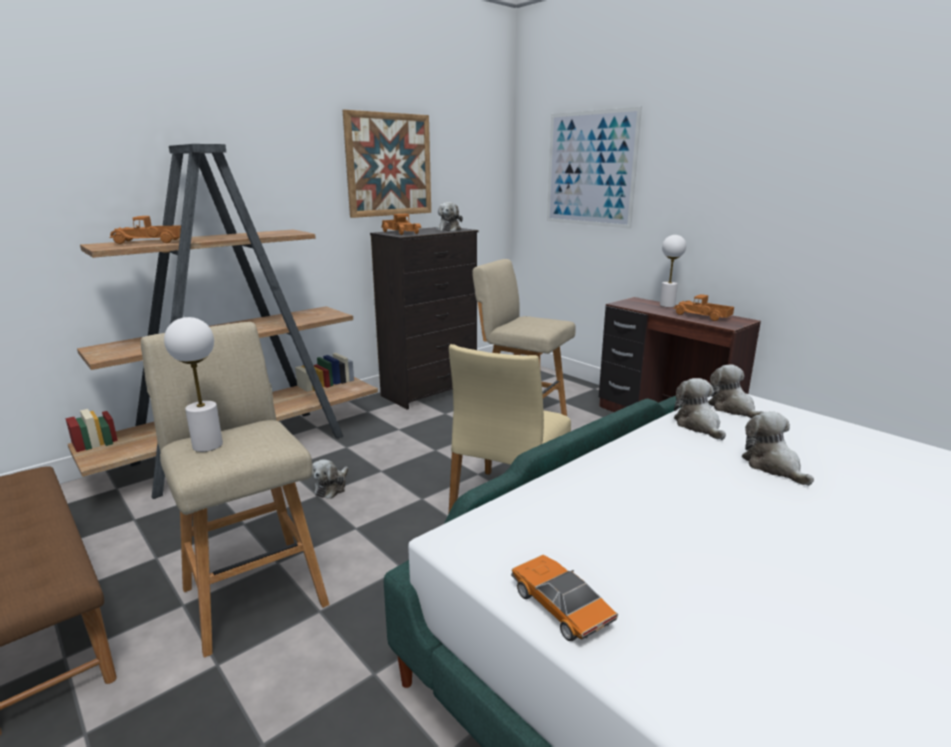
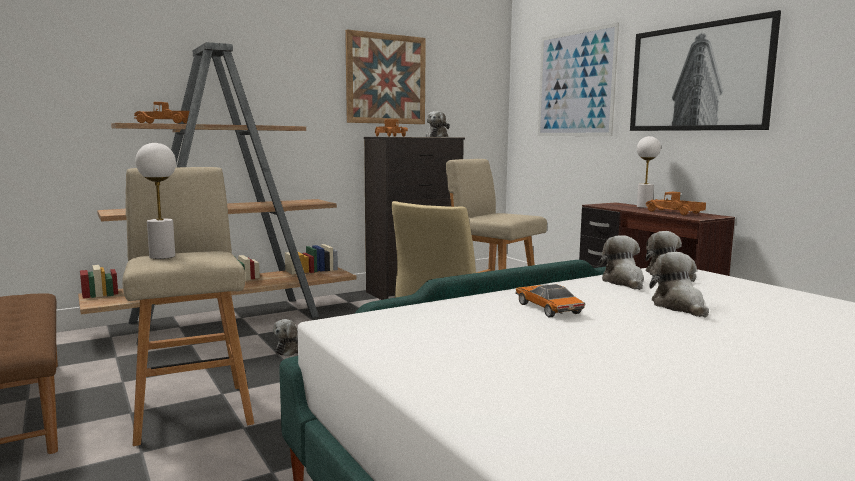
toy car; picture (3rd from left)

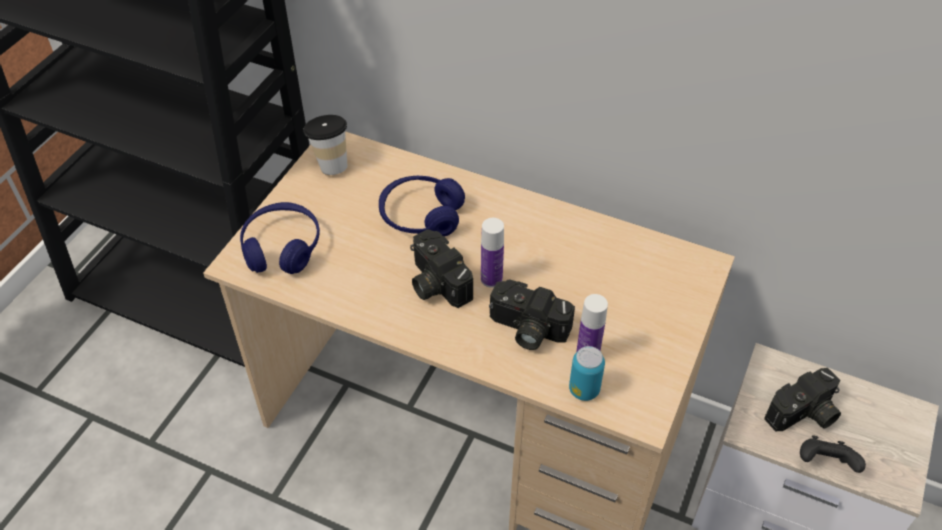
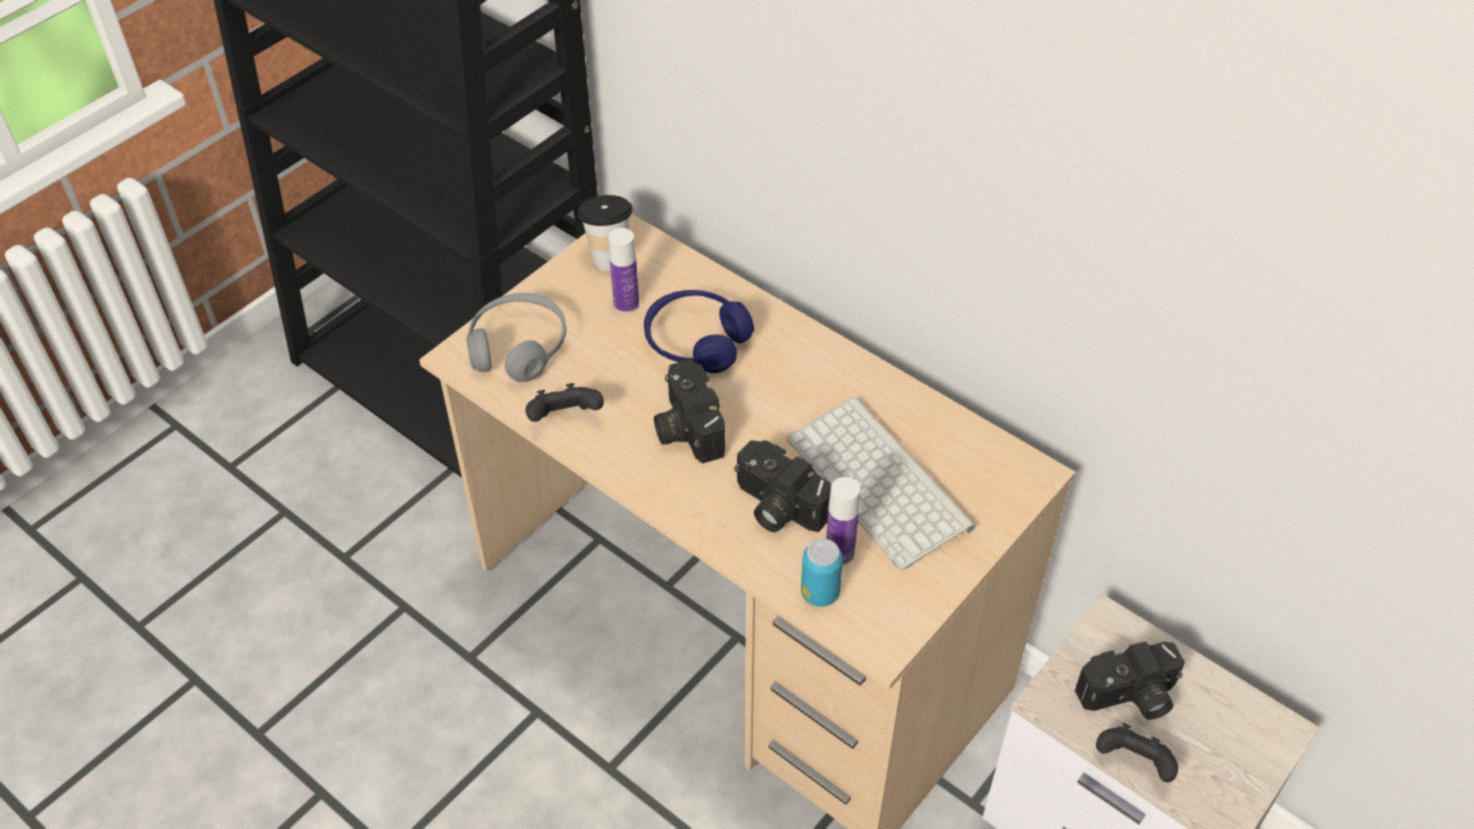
headphones (grey); bottle (1st from left); game controller (black) (1st from left); keyboard

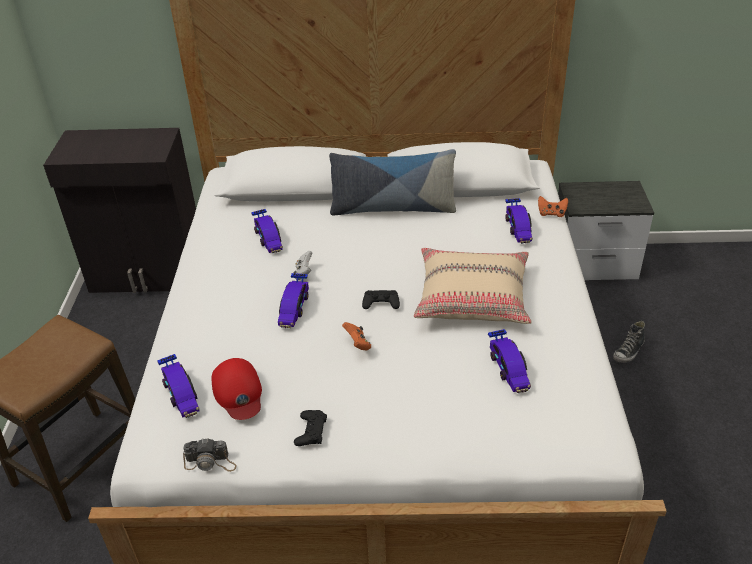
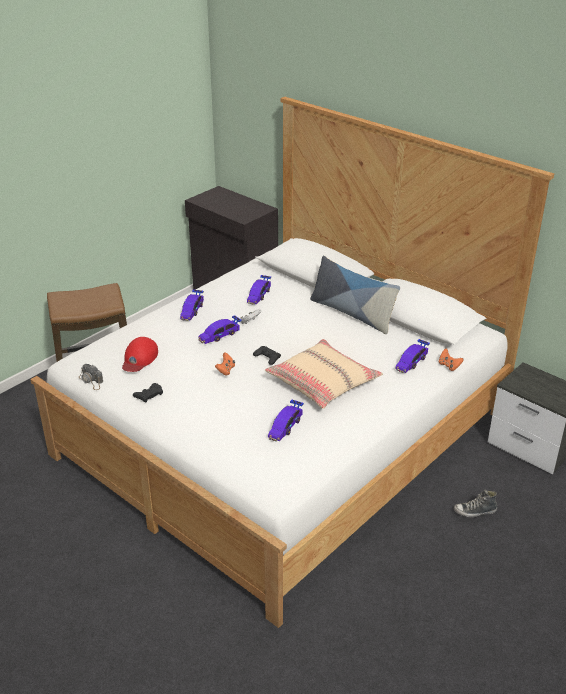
toy car (1st from left)

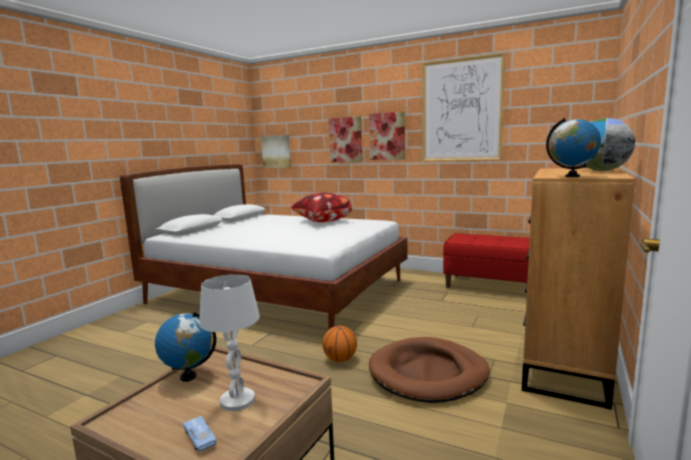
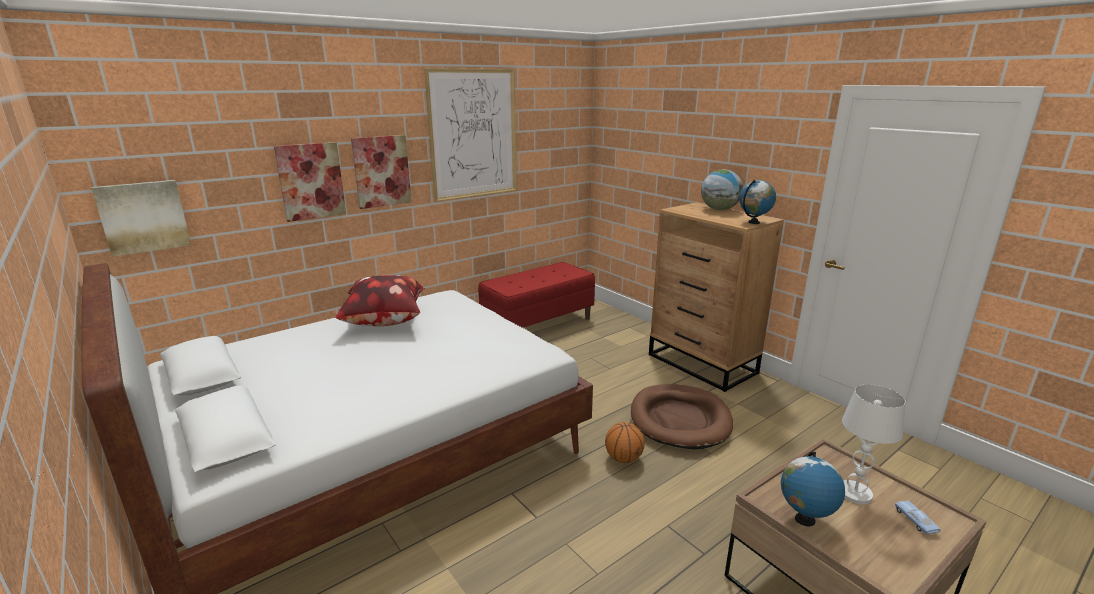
toy car (blue)

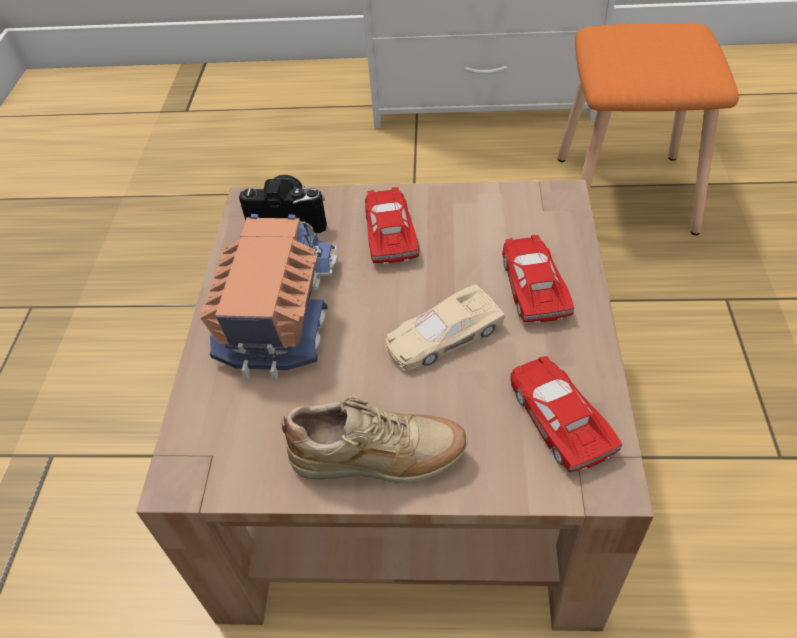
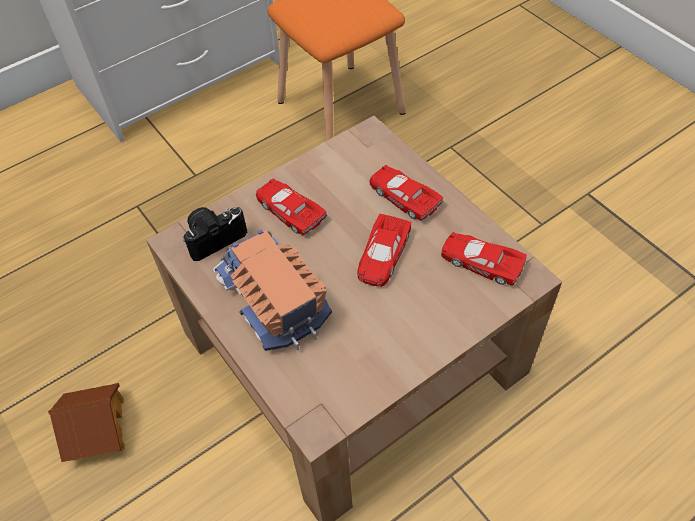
shoe (beige); toy car (red) (2nd from left); toy house

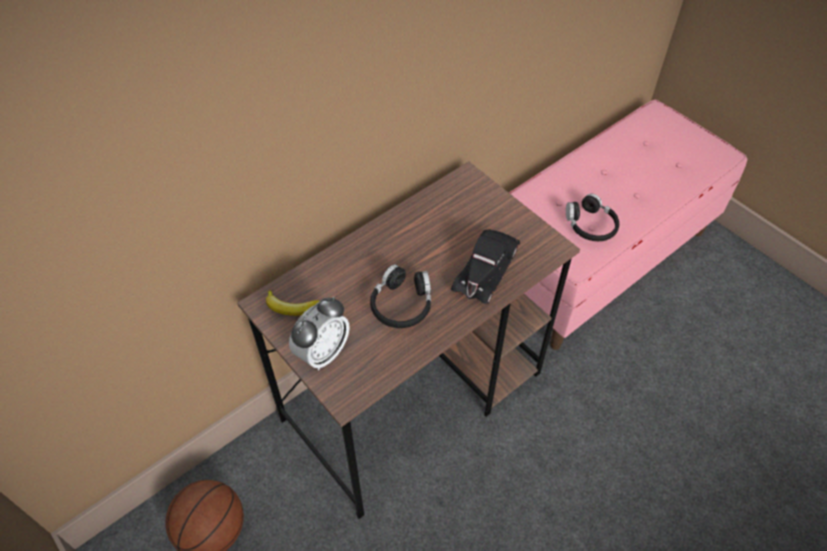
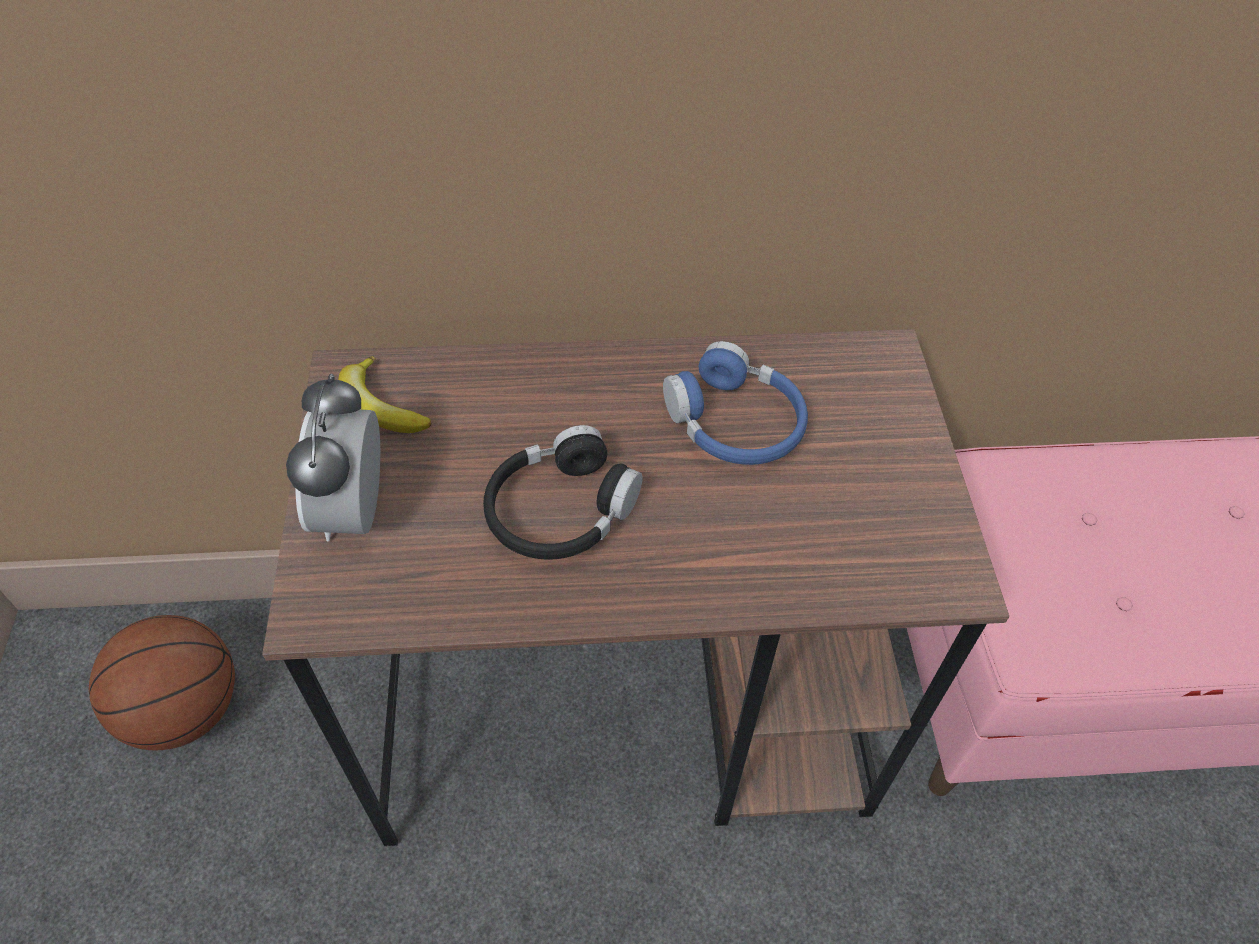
alarm clock; toy car (black); headphones (black) (2nd from left in the first image); headphones (blue)

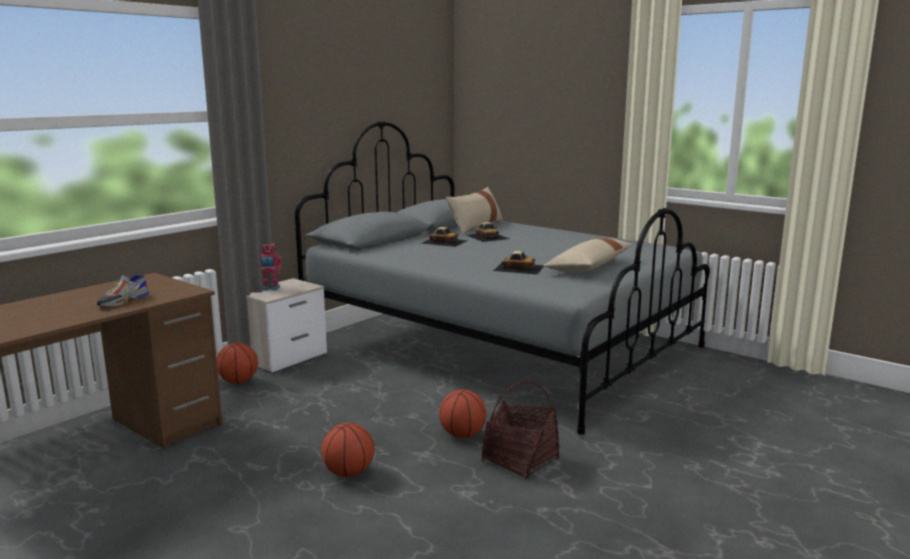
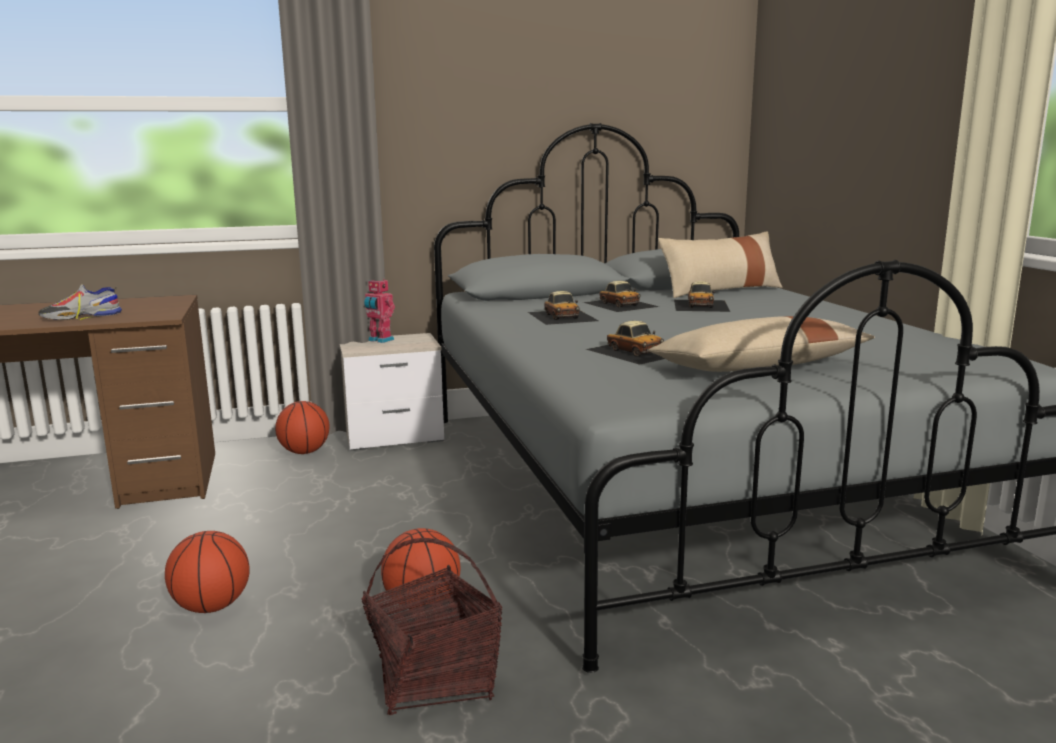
toy car (1st from left)

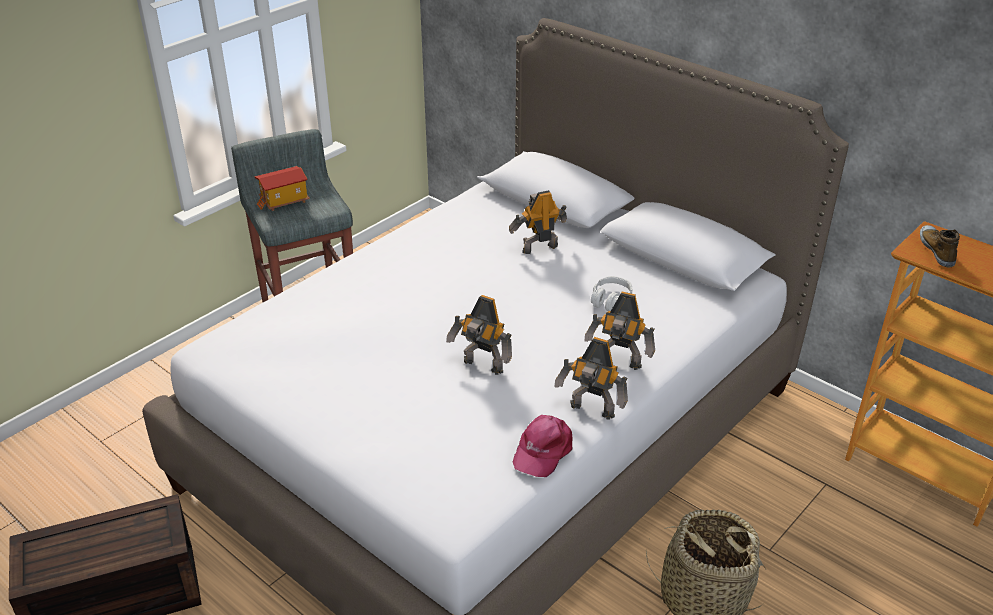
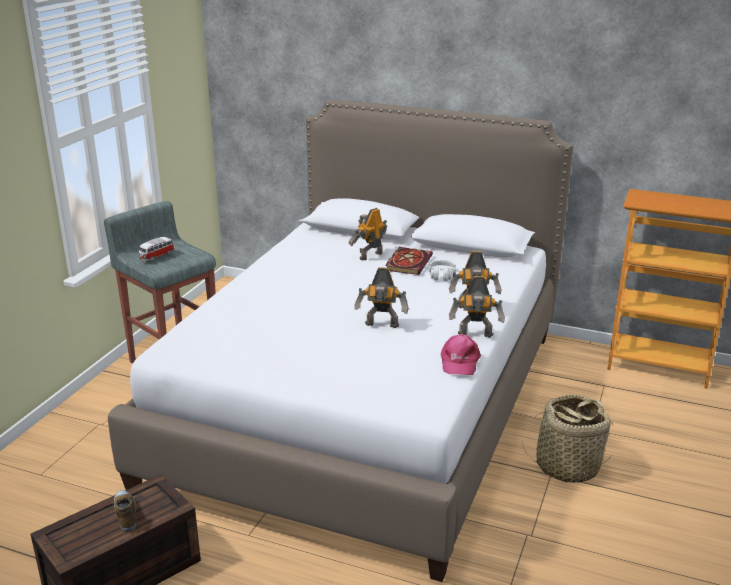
toy car; shoe; book

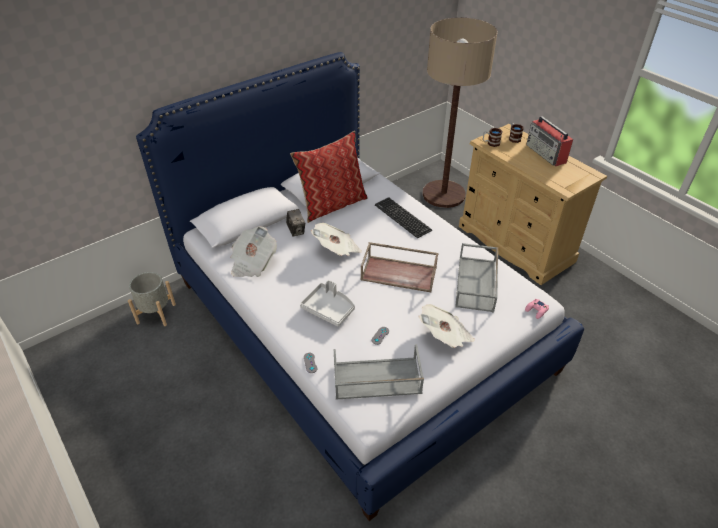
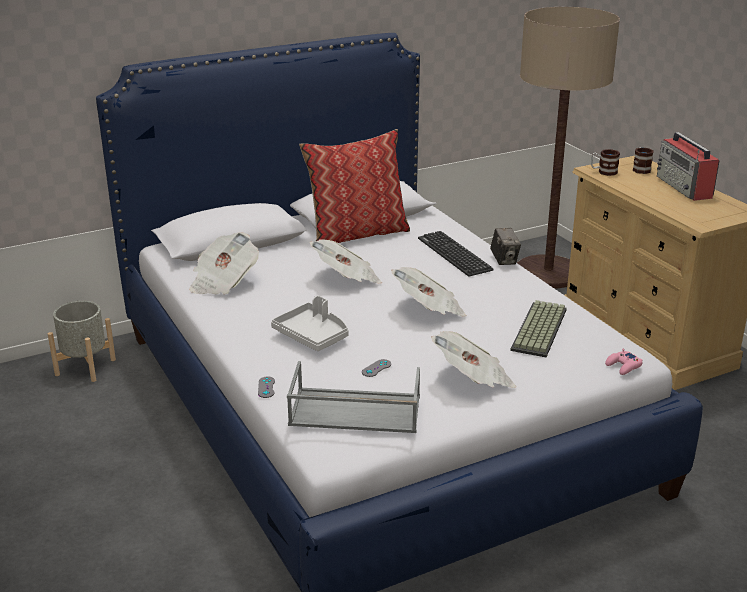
photo camera; newspaper (3rd from left); keyboard (2nd from left)

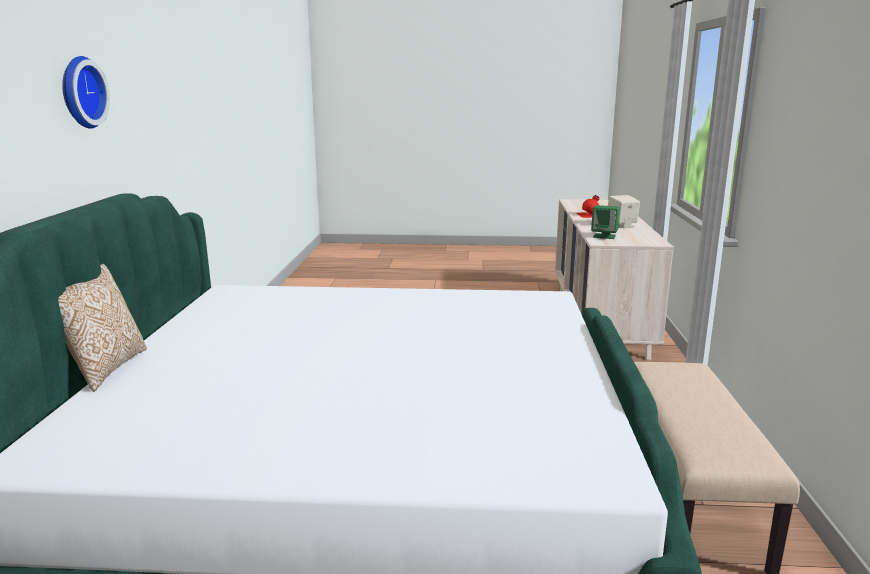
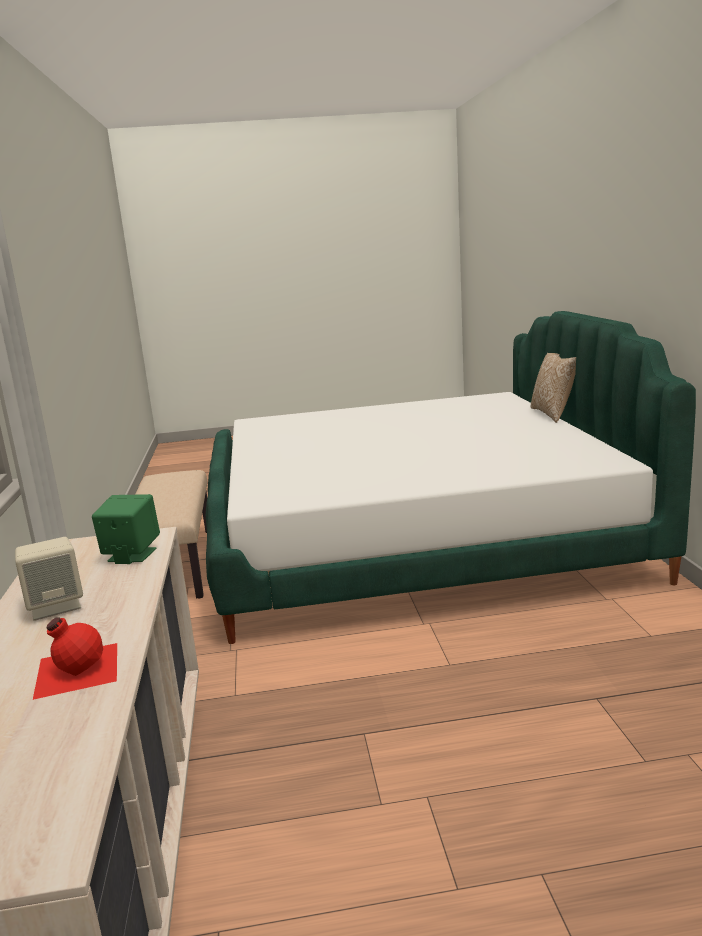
wall clock

